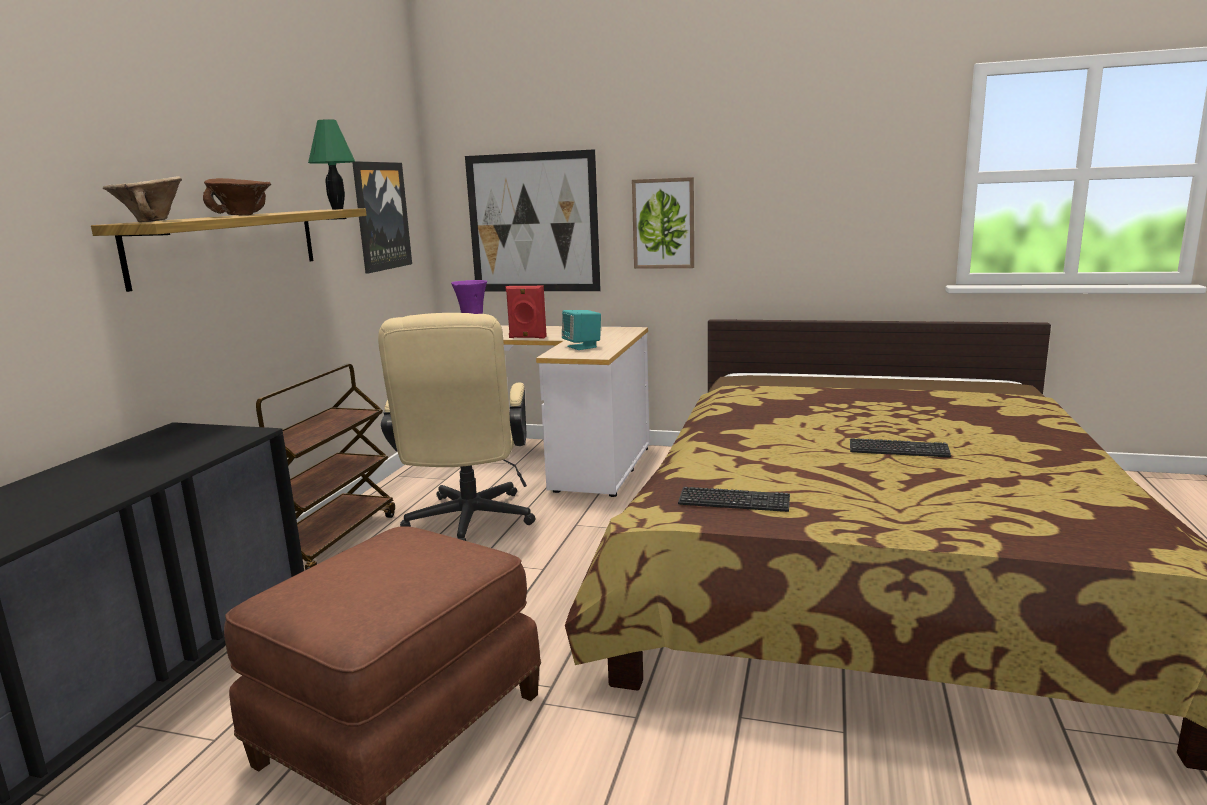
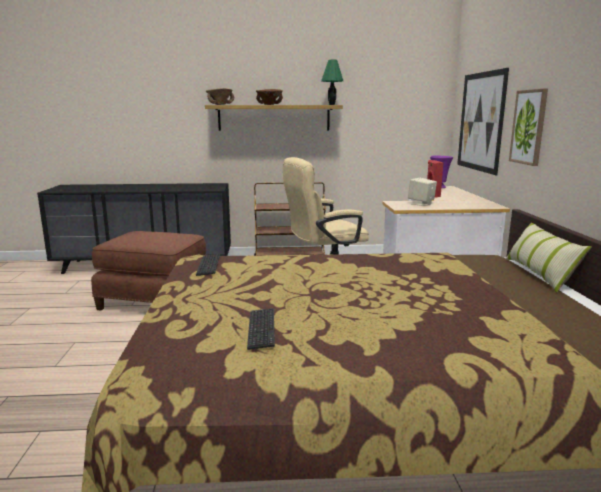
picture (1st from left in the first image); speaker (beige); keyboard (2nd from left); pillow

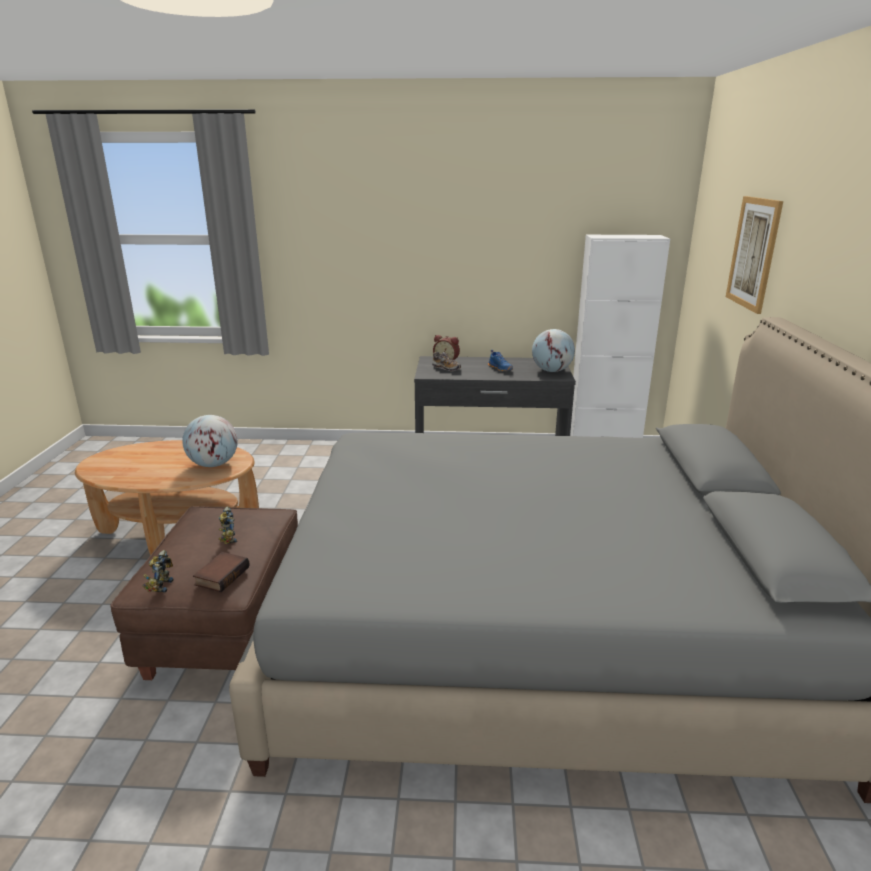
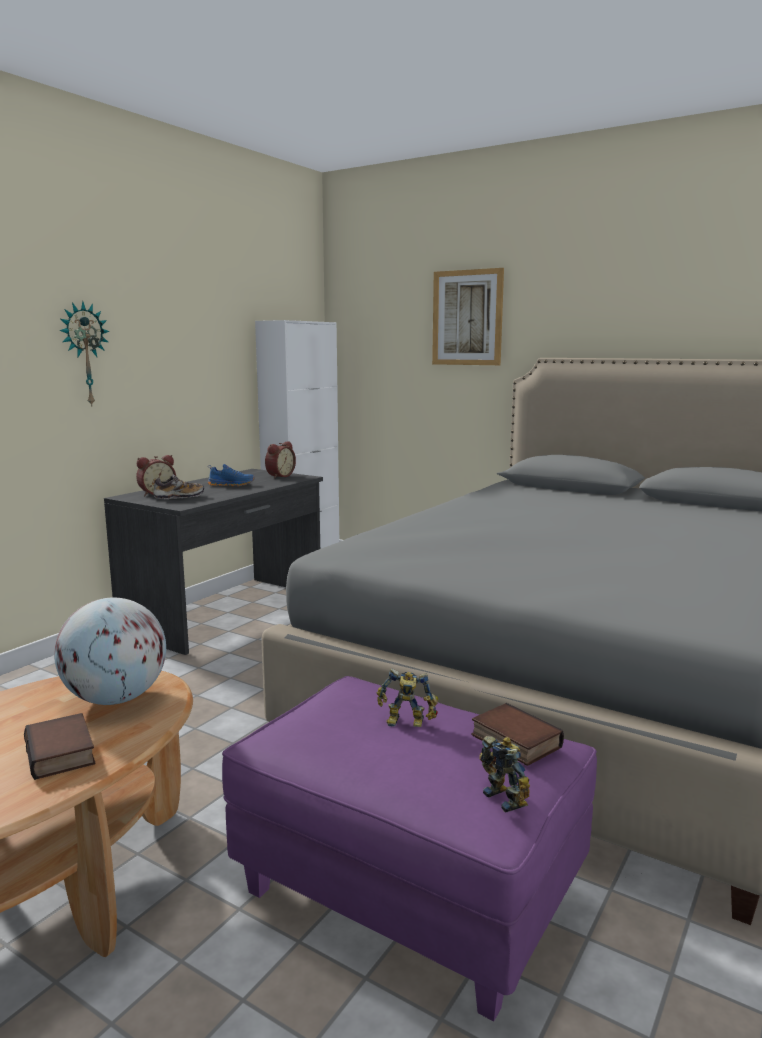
ottoman (purple); toy robot (2nd from left); alarm clock (2nd from left); book (1st from left); wall clock

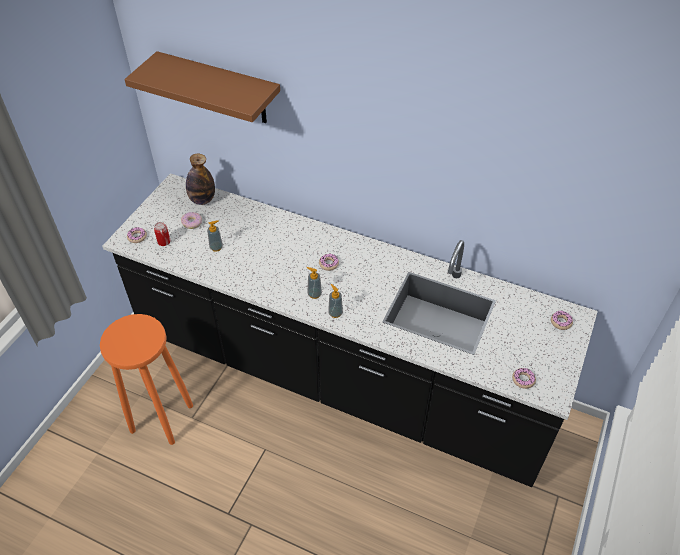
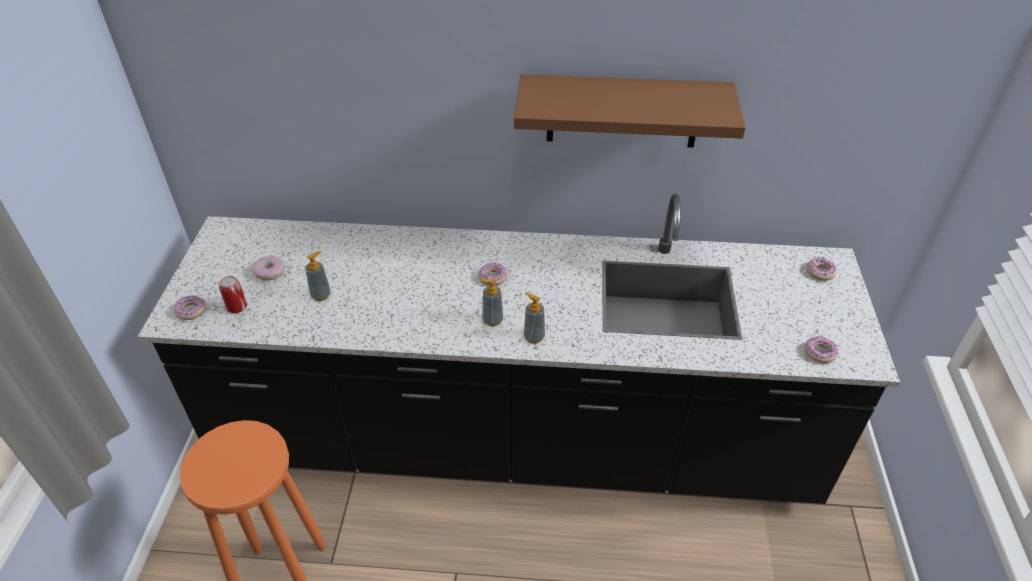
shelf (brown); bottle

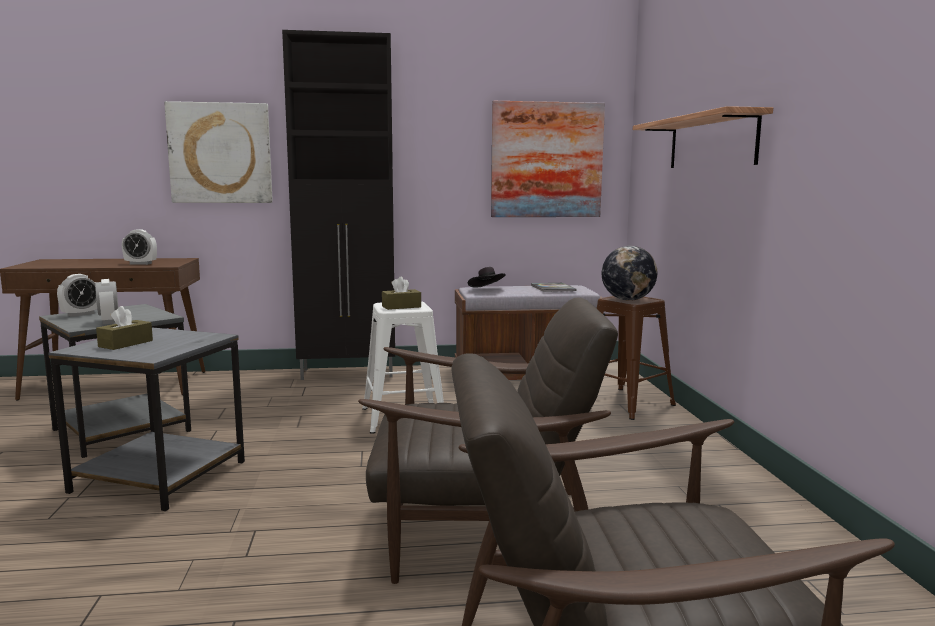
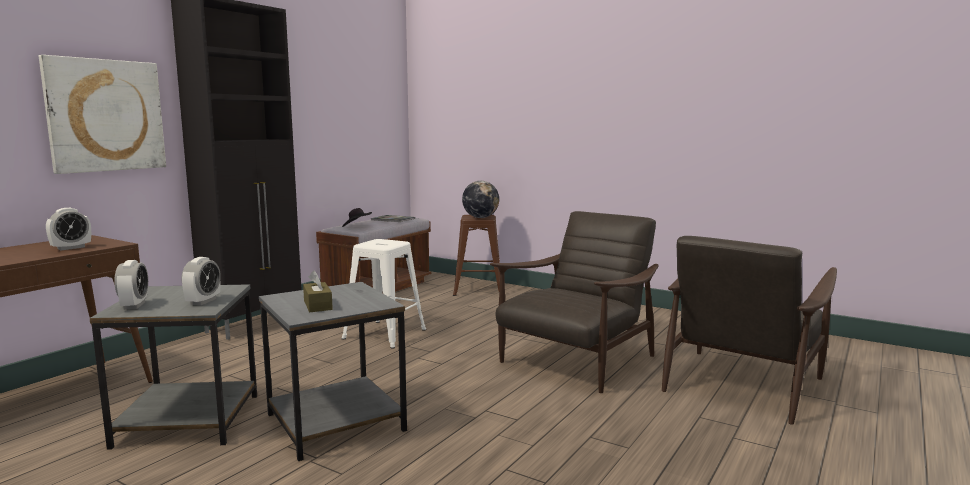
alarm clock (3rd from left); tissue box (brown) (2nd from left in the first image); picture (2nd from left in the first image); shelf

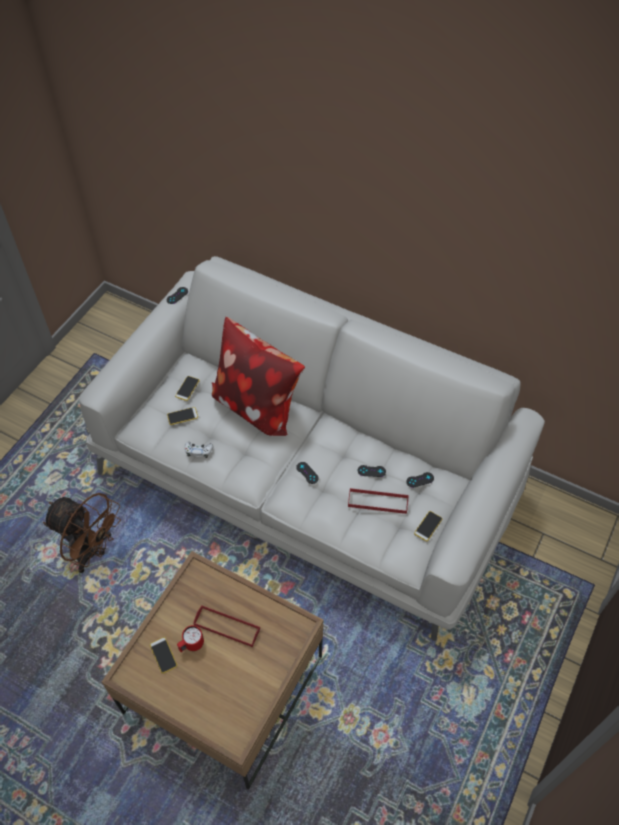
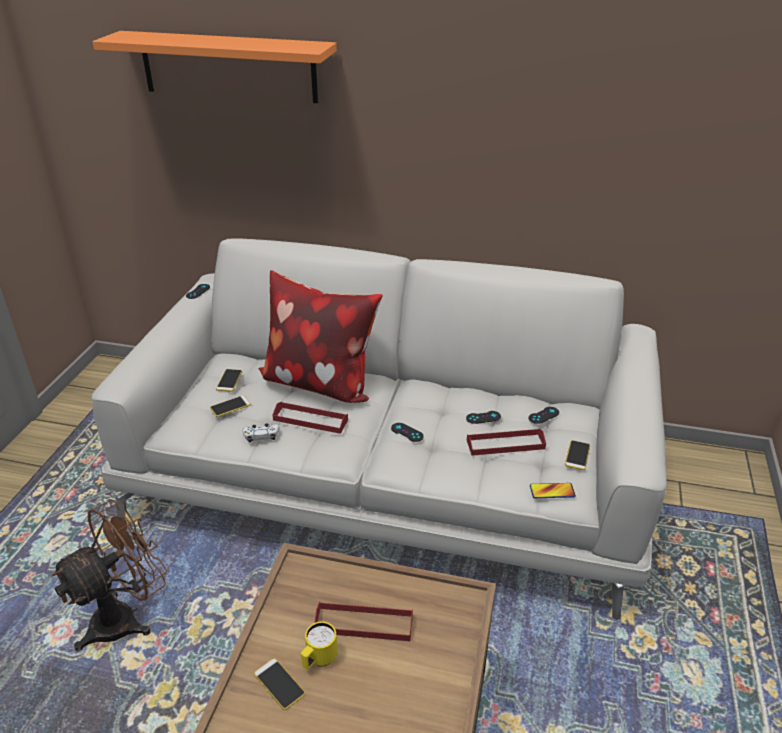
fan (brown); mug (yellow); shelf (orange); tray (red) (1st from left); phone (4th from left)

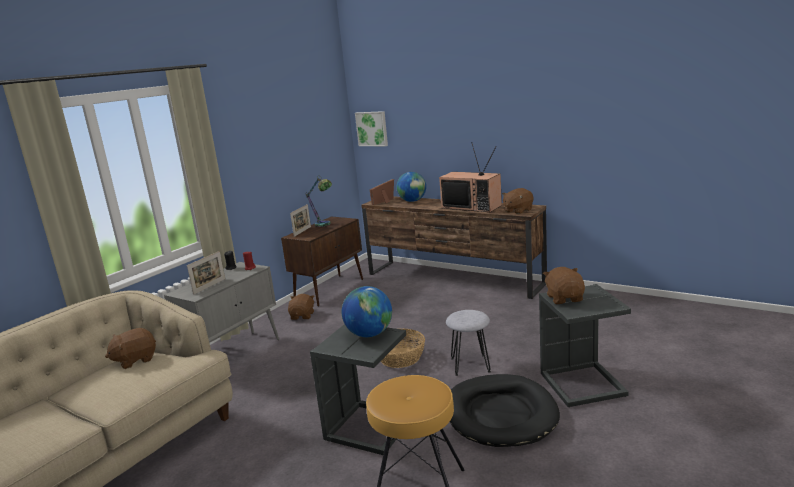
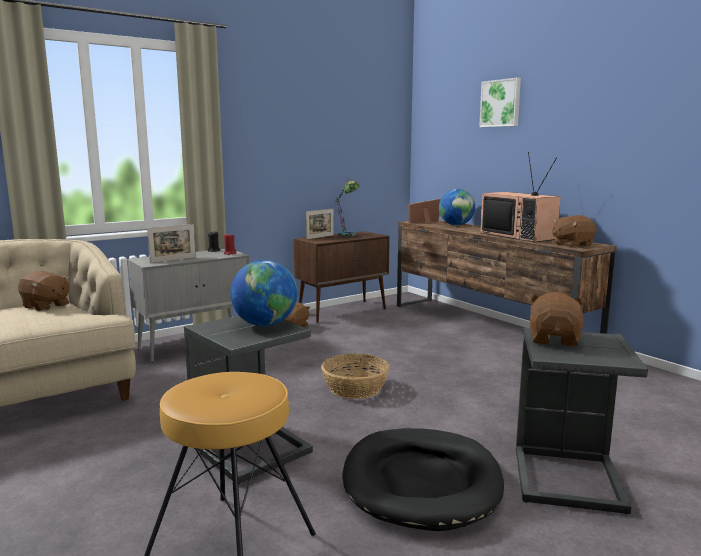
plush toy (brown) (1st from left); picture; stool (grey)

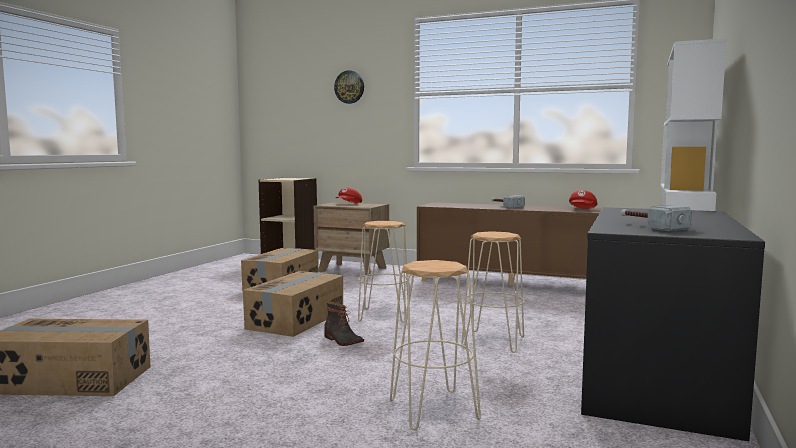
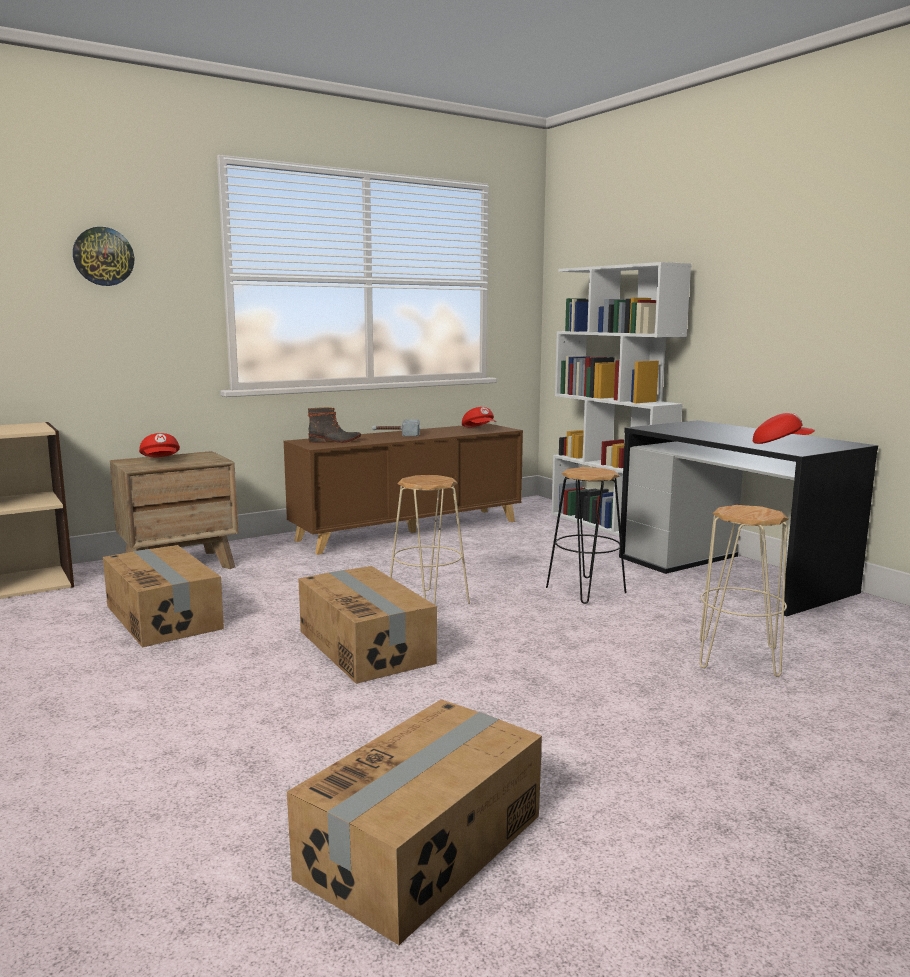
boot; stool (black); cap (red) (3rd from left)

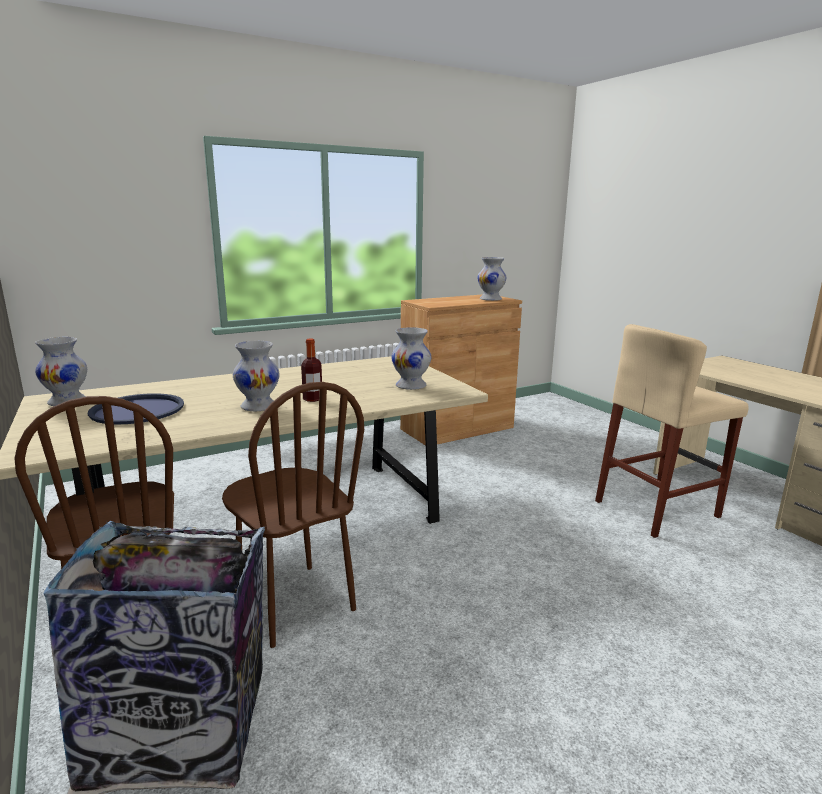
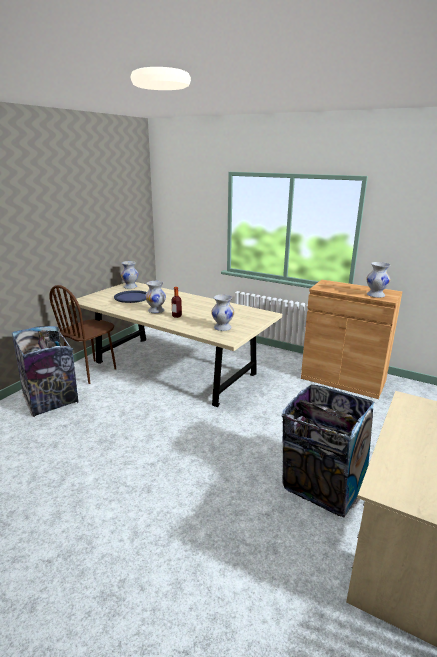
chair (brown) (2nd from left in the first image); trash can (2nd from left)

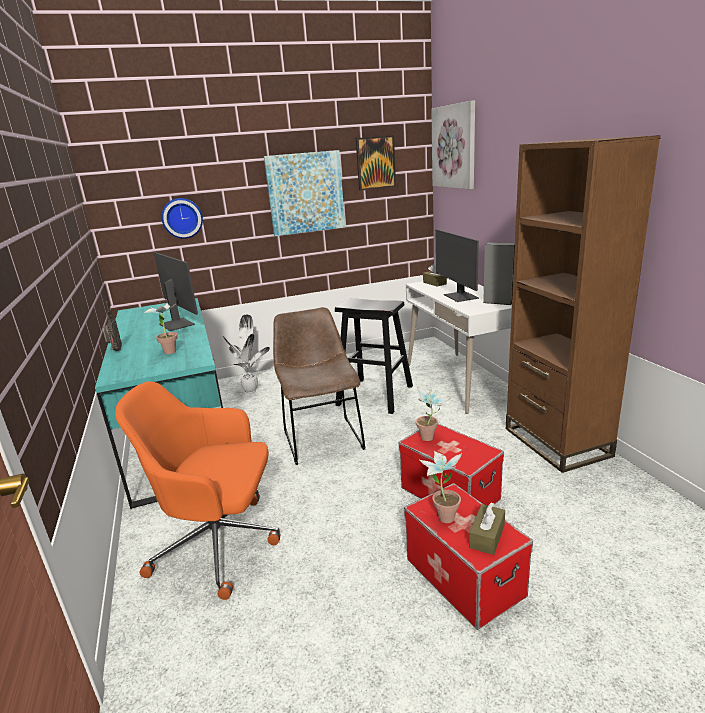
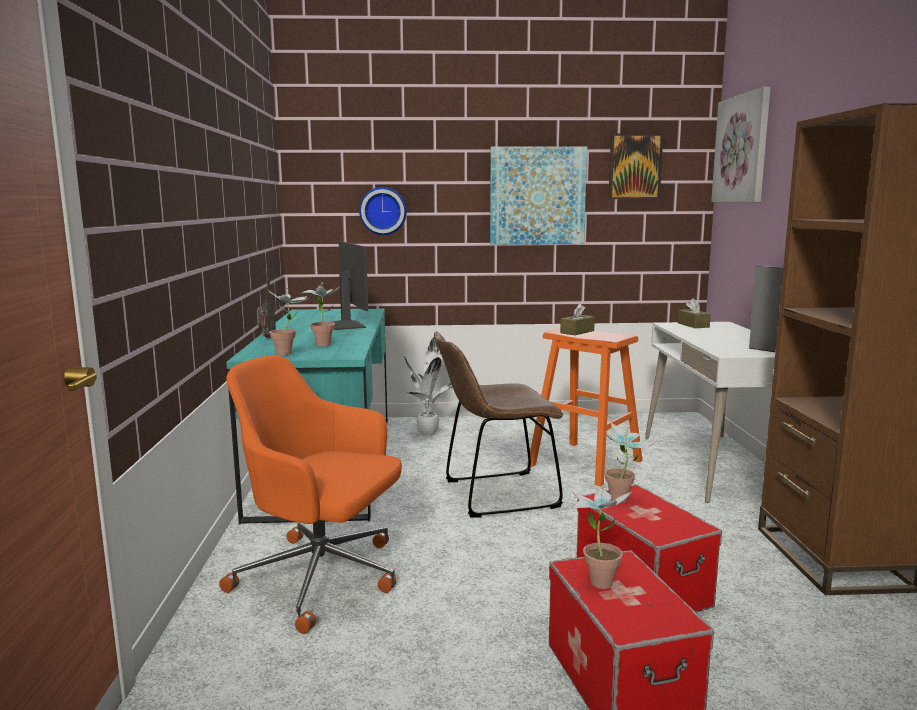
chair (brown); stool (orange); monitor (2nd from left in the first image); tissue box (brown) (1st from left); potted plant (1st from left)

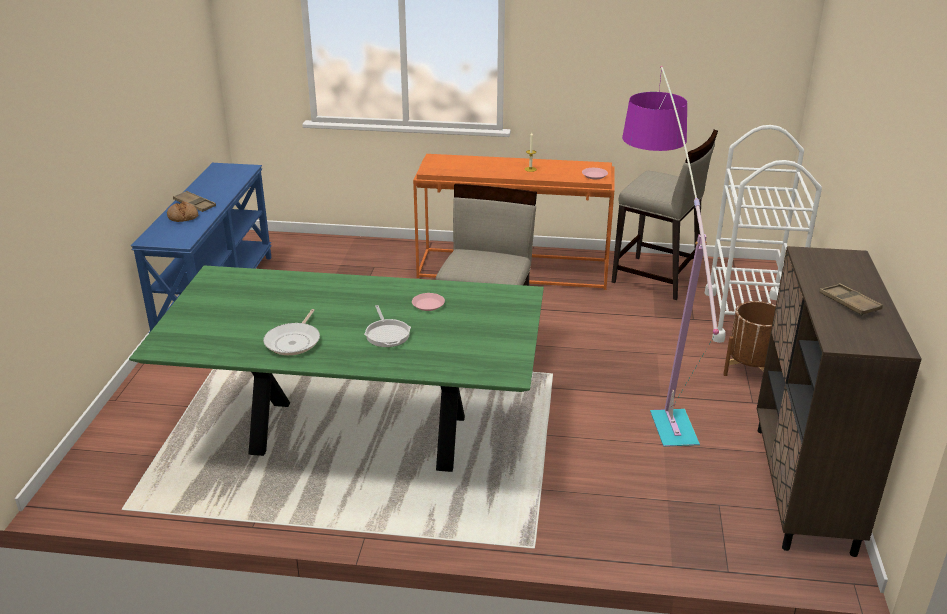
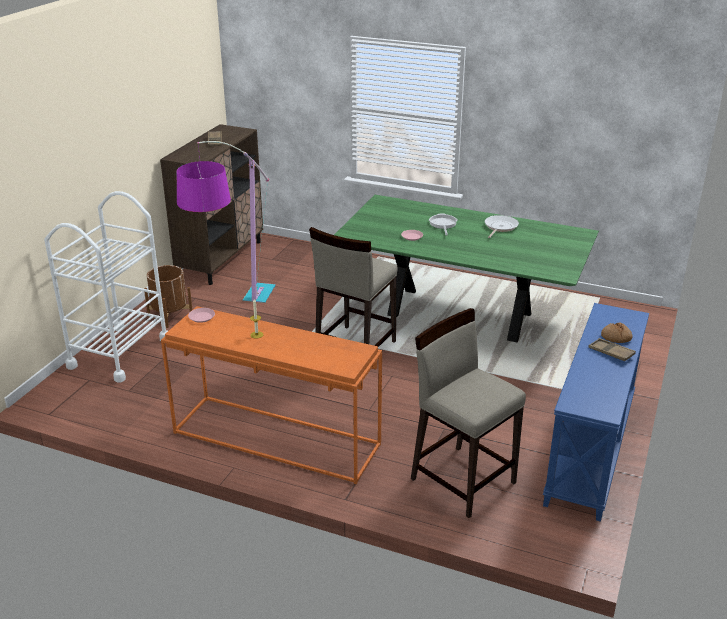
stool (beige) (2nd from left)

